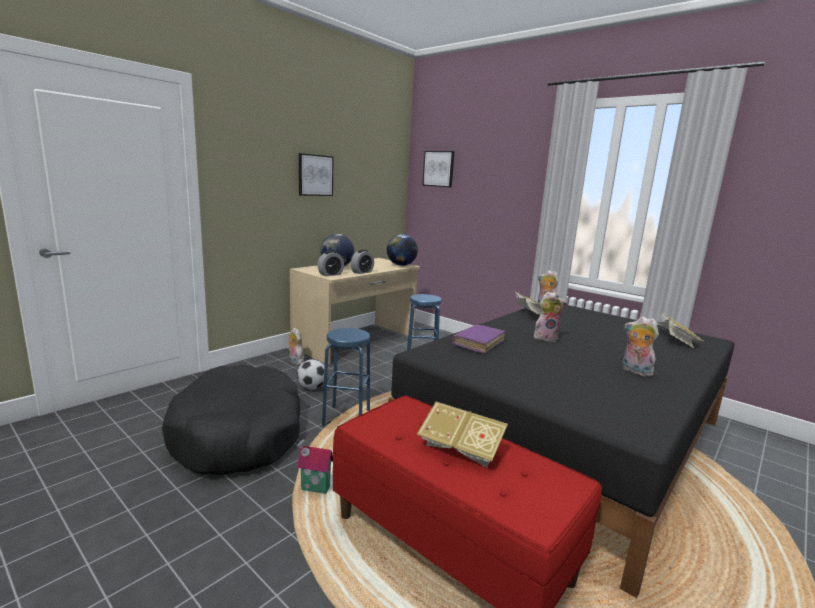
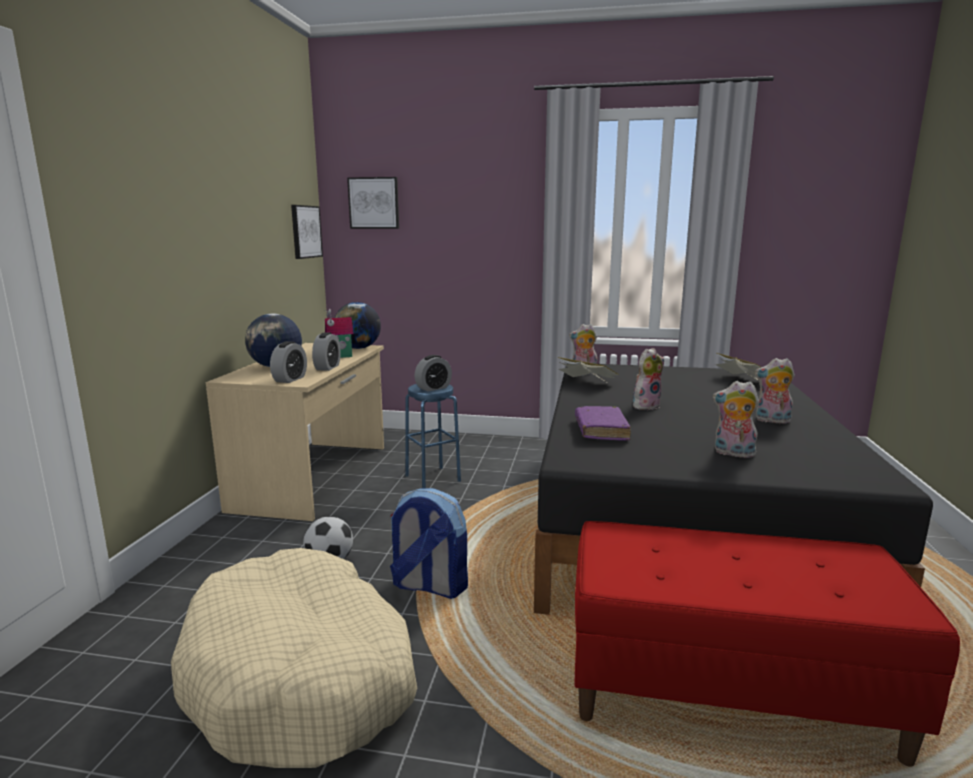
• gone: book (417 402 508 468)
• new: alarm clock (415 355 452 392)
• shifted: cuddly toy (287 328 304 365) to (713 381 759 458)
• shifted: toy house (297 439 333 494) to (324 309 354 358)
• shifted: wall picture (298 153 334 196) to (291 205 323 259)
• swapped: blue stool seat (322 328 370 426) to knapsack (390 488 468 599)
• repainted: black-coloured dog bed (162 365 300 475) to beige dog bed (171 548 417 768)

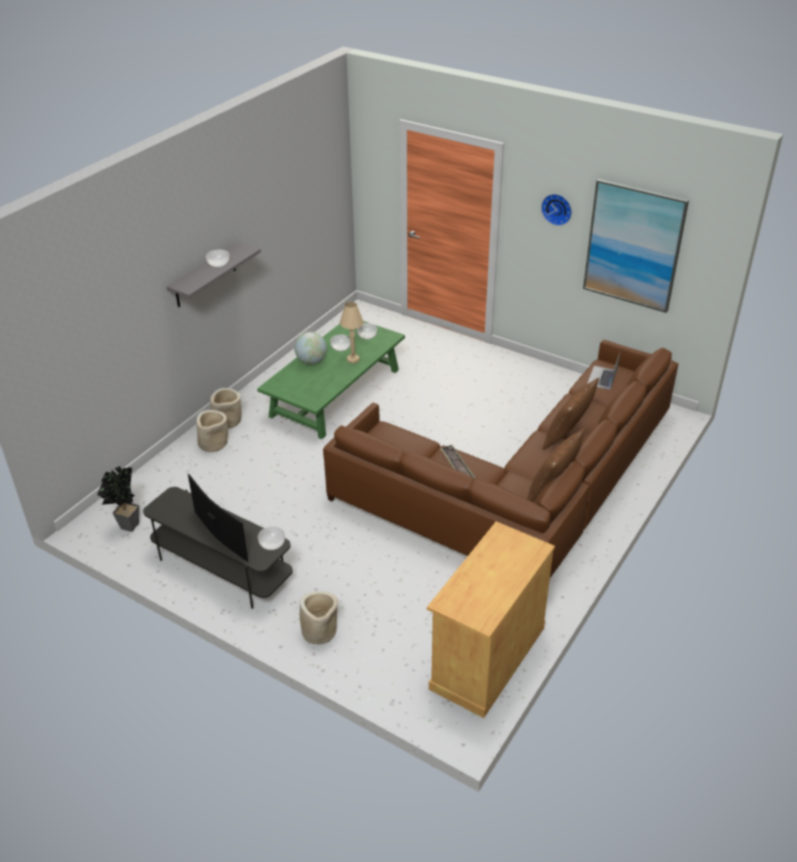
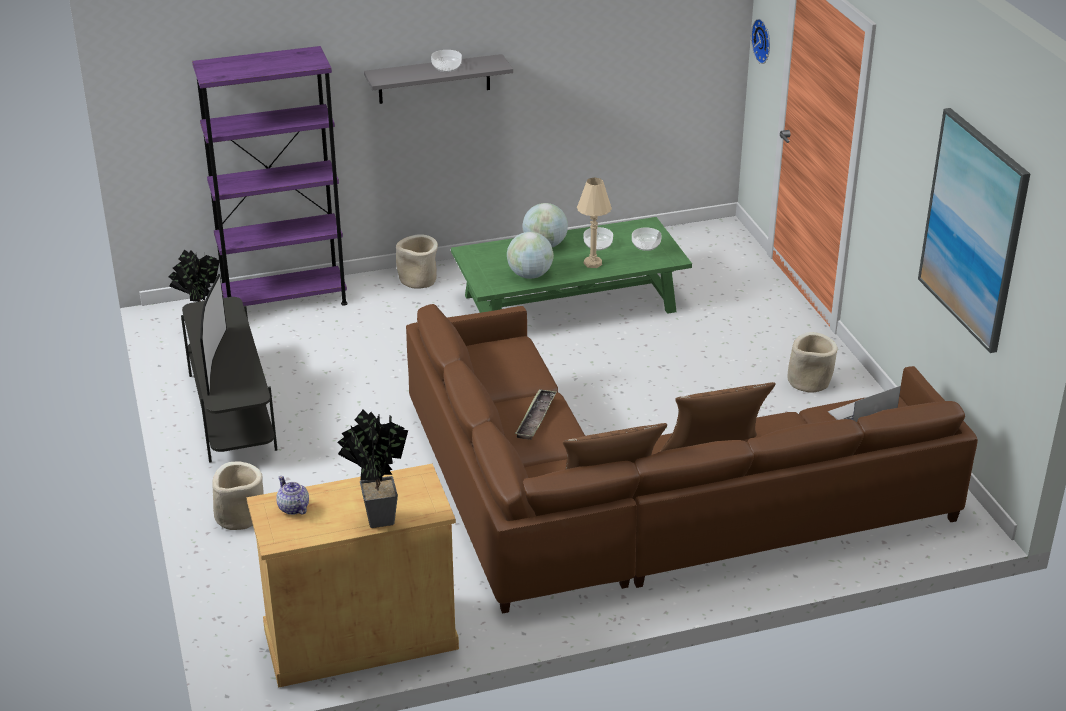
• gone: serving bowl (258 526 285 550)
• new: purple bookshelf (192 46 348 306)
• new: tea pot (276 476 309 515)
• new: plant in a pot (337 410 408 528)
• new: world globe (507 232 554 279)
• shifted: beige planter (196 410 228 452) to (787 332 838 393)
• shifted: hanging clock (541 194 572 226) to (751 19 770 64)

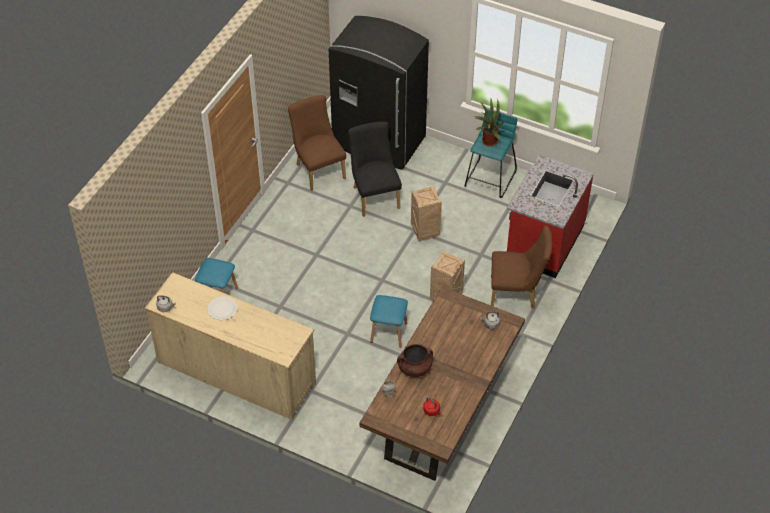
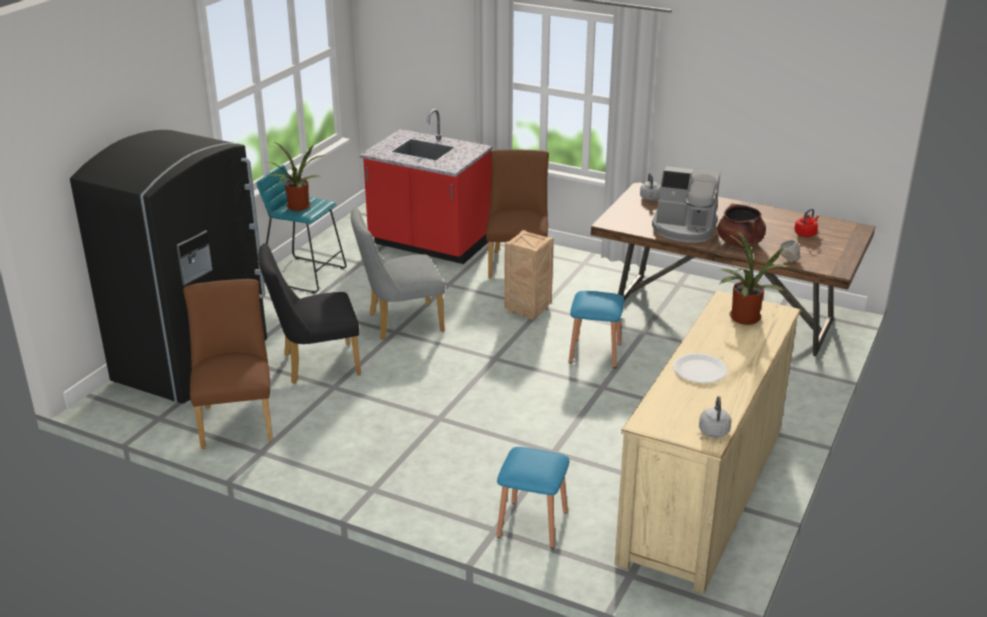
• new: coffee brewer (652 166 720 243)
• new: plant in a pot (716 229 789 325)
• swapped: crate (411 186 442 241) to greyish chair (351 208 445 340)
• rotated: brown-coloured chair (288 95 346 191) = (183 279 273 449) 105 degrees clockwise

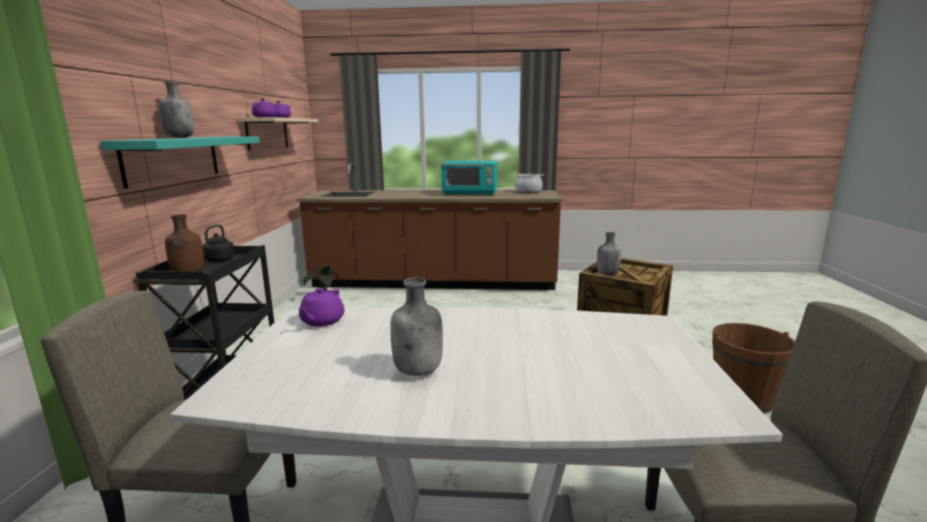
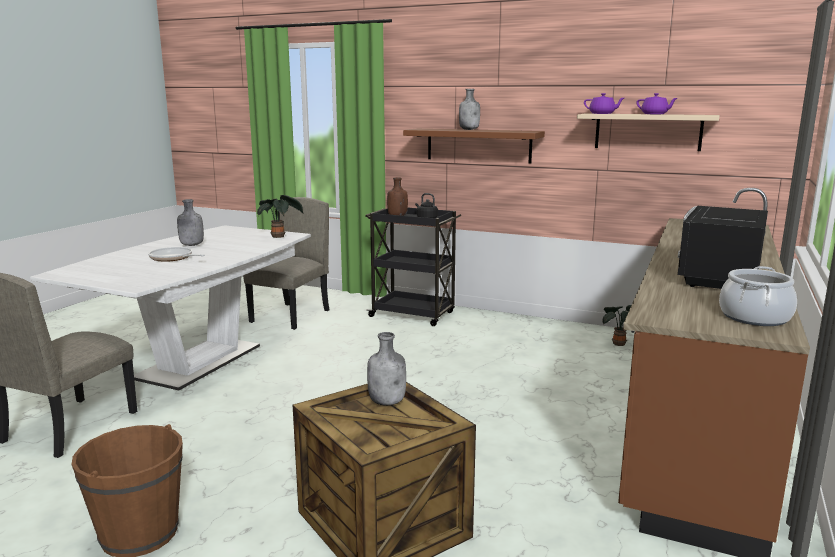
• new: skillet (148 247 205 262)
• swapped: purple tea pot (298 288 345 327) to plant in a pot (257 195 304 238)
• repainted: turquoise-coloured shelf (100 136 260 189) to brown-coloured shelf (403 128 545 164)
• repainted: turquoise-coloured kitchen microwave (441 161 497 196) to black-coloured kitchen microwave (678 206 768 289)

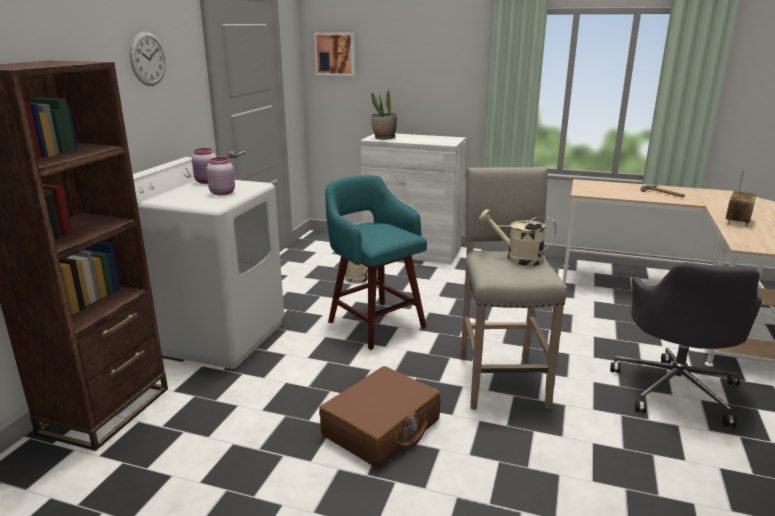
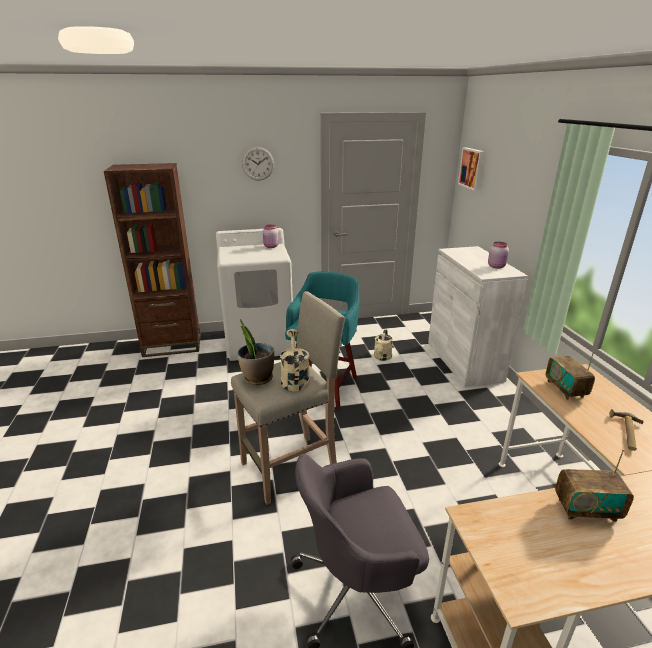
• gone: brown-coloured piece of luggage (319 366 440 468)
• new: radio (546 352 595 400)
• shifted: pink storage jar (206 157 235 196) to (488 241 509 269)
• shifted: plant in a pot (371 90 397 139) to (237 319 274 385)

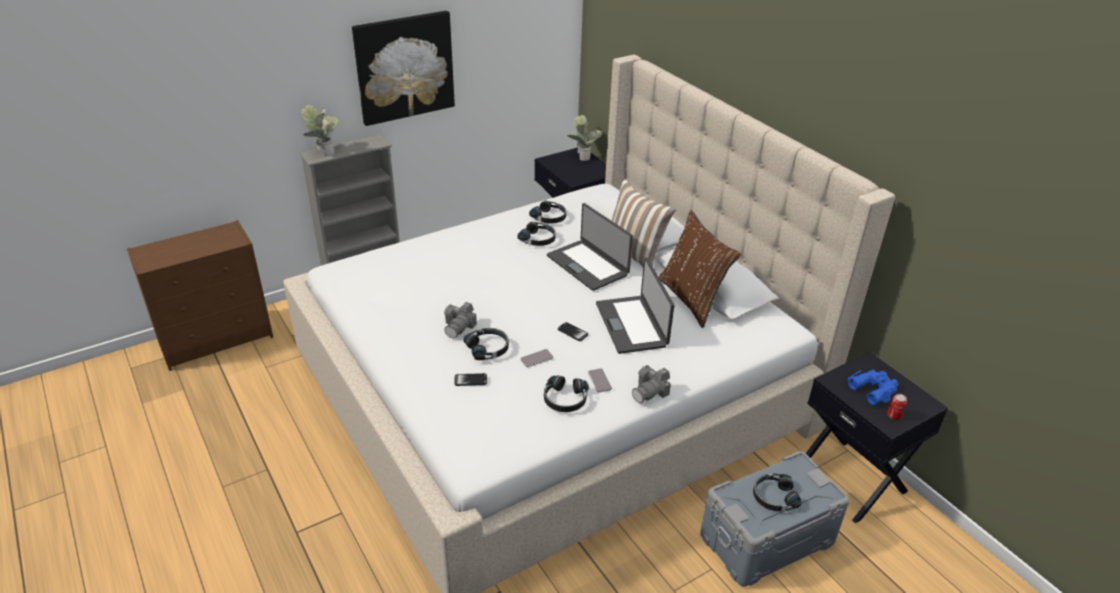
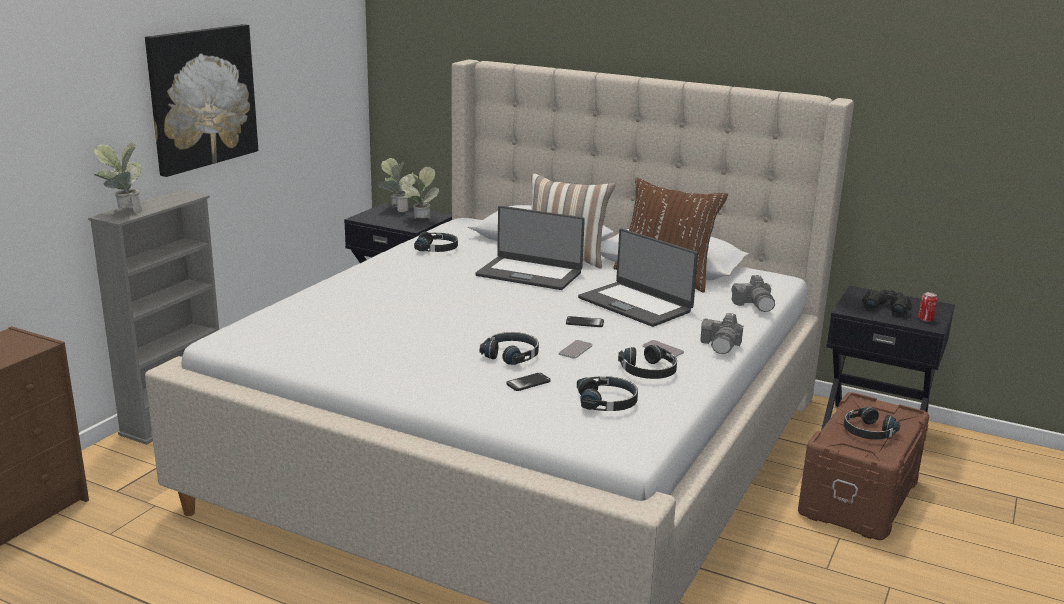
• new: plant in a pot (401 167 439 219)
• shifted: photo camera (444 302 477 338) to (732 275 775 312)
• shifted: black-coloured headphones (517 222 556 246) to (577 376 638 411)
• repainted: greyish storage container (700 451 850 587) to brown-coloured storage container (798 392 929 540)
• repainted: blue binoculars (848 370 898 405) to black-coloured binoculars (862 290 912 317)

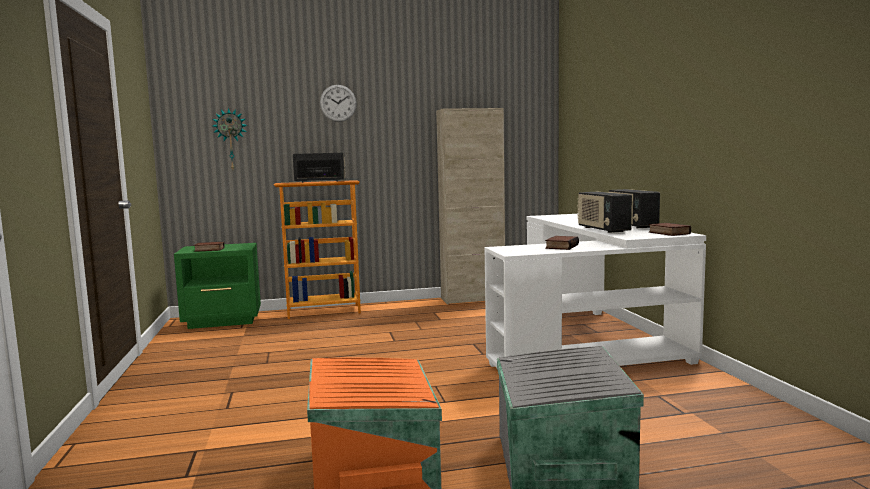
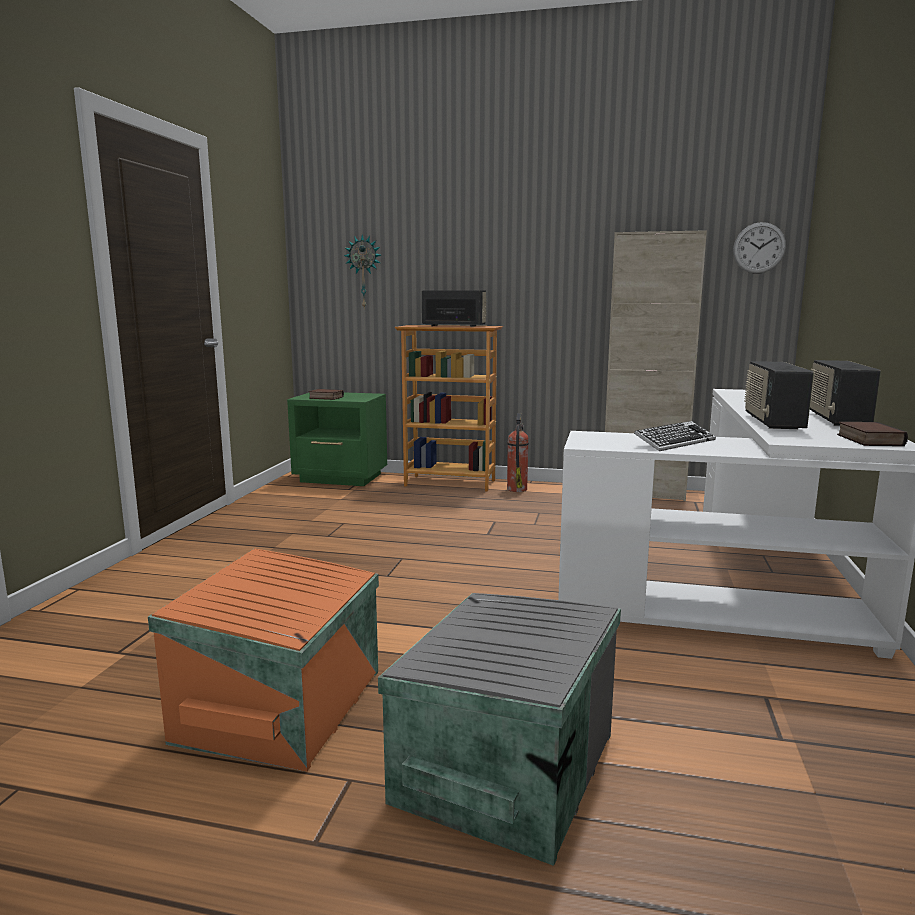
• new: fire-fighting cylinder (507 413 529 492)
• shifted: hanging clock (320 85 357 122) to (733 222 786 274)
• swapped: book (545 236 579 250) to PC keyboard (634 421 716 451)

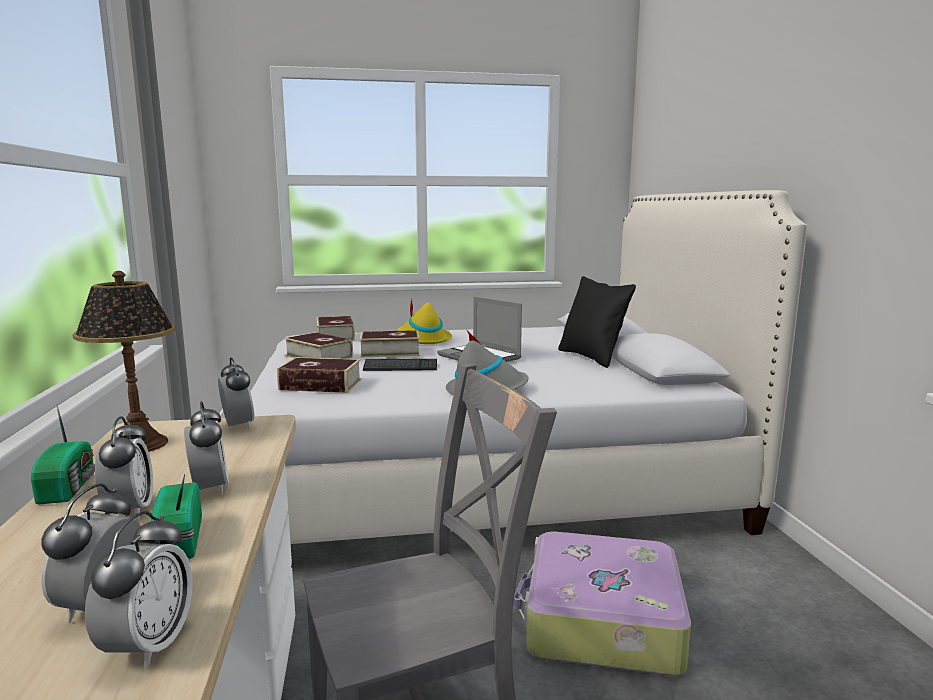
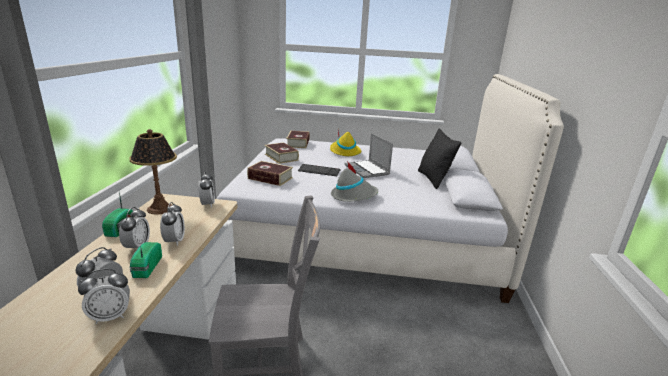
• gone: book (360 330 420 358)
• gone: piece of luggage (514 531 691 675)
• rotated: alarm clock (85 511 193 669) = (78 269 130 324) 45 degrees clockwise

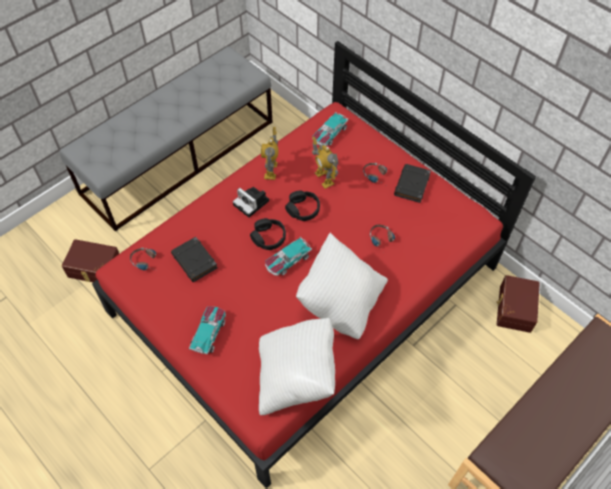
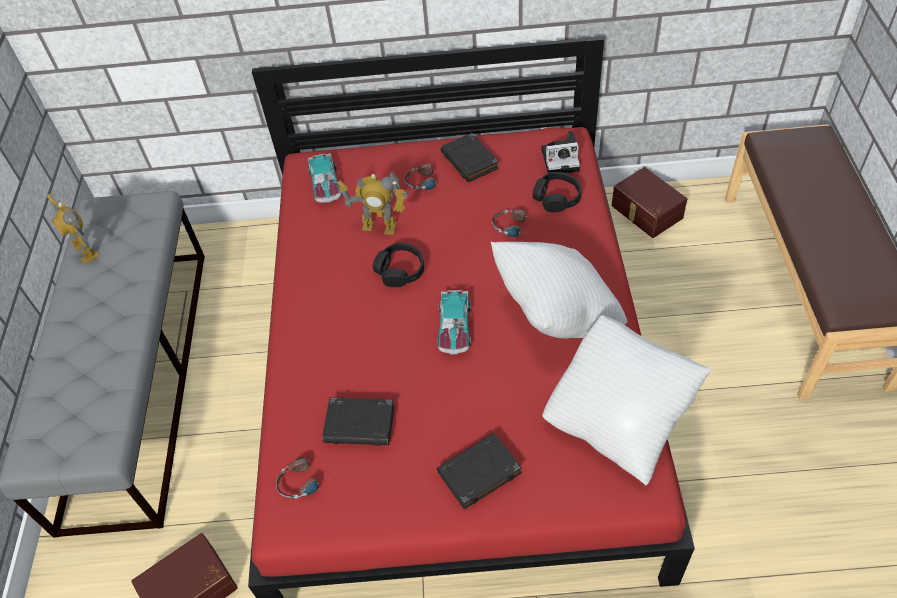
• shifted: photo camera (233 187 269 218) to (541 131 580 173)
• shifted: black-coloured headphones (250 218 286 250) to (533 172 581 212)
• shifted: model robot (261 127 279 180) to (46 194 100 264)
• swapped: model car (189 306 226 355) to black-coloured book (437 433 522 509)

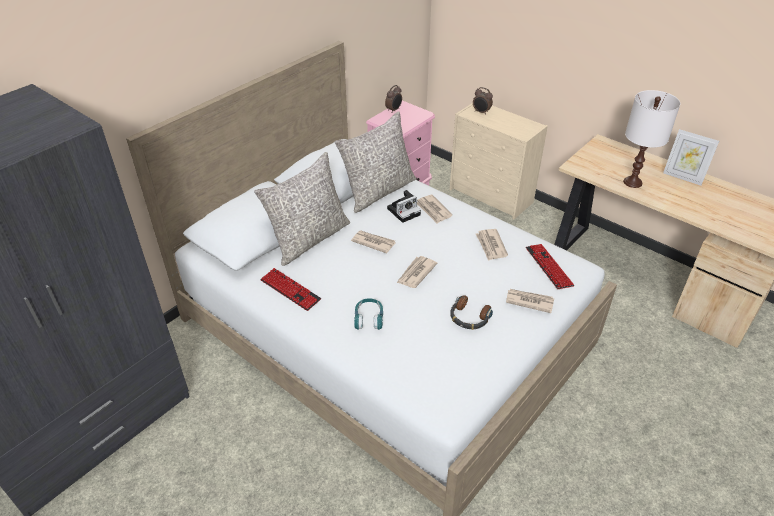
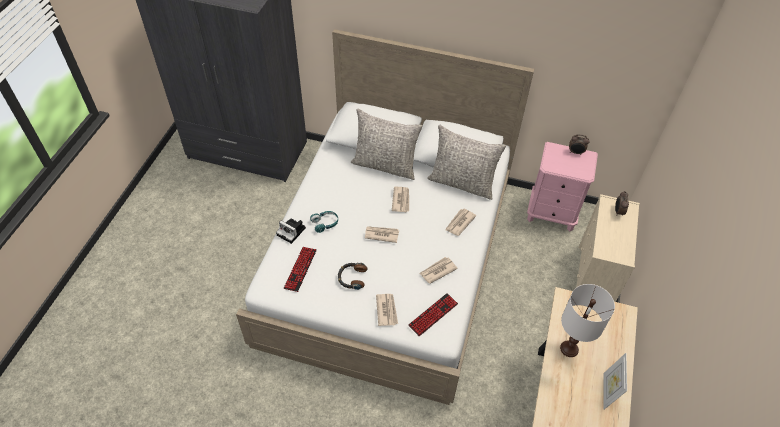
• shifted: PC keyboard (260 268 321 311) to (284 247 317 292)
• shifted: photo camera (387 190 421 223) to (276 219 306 244)

